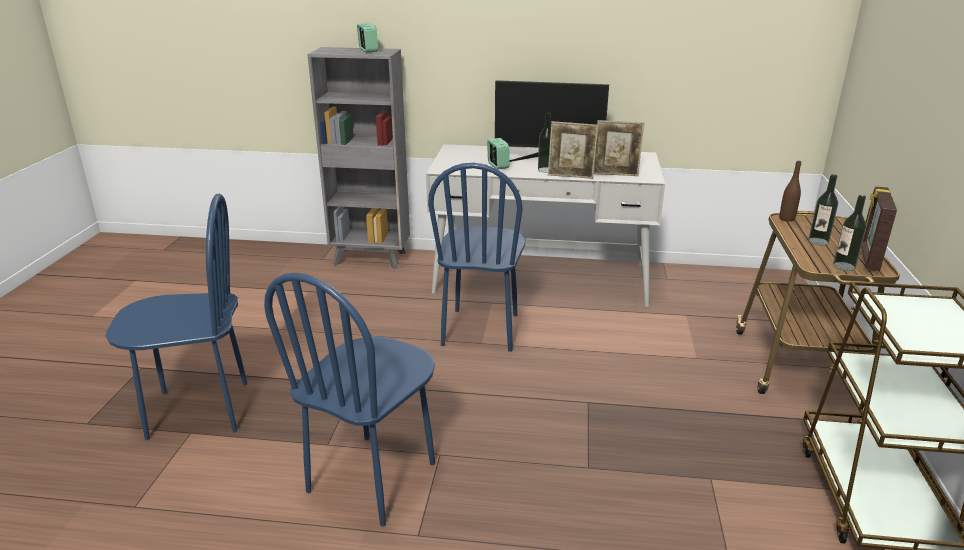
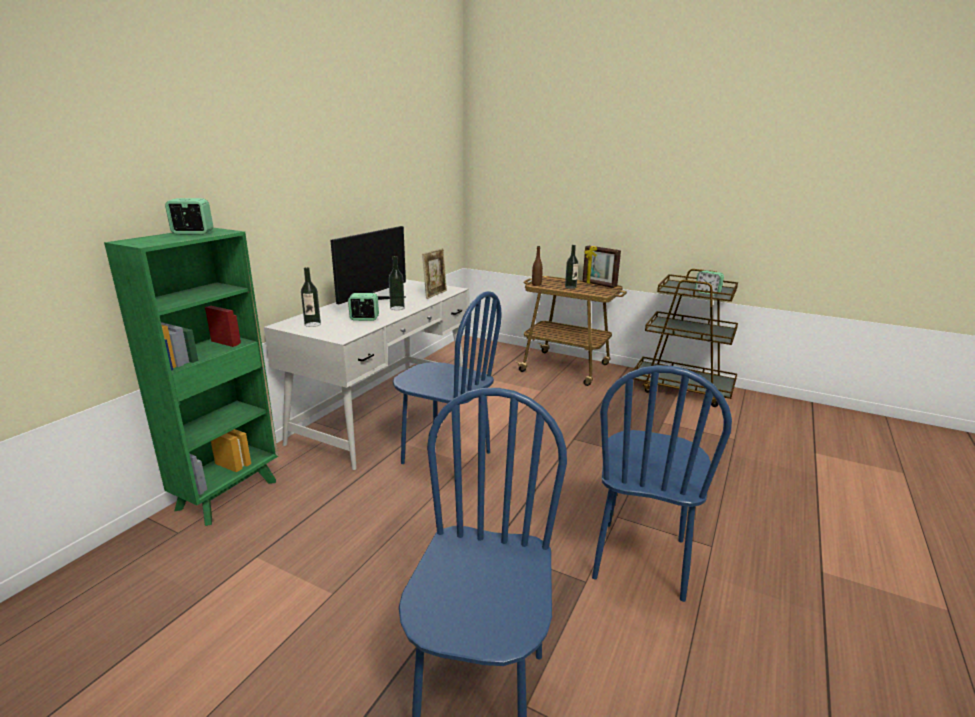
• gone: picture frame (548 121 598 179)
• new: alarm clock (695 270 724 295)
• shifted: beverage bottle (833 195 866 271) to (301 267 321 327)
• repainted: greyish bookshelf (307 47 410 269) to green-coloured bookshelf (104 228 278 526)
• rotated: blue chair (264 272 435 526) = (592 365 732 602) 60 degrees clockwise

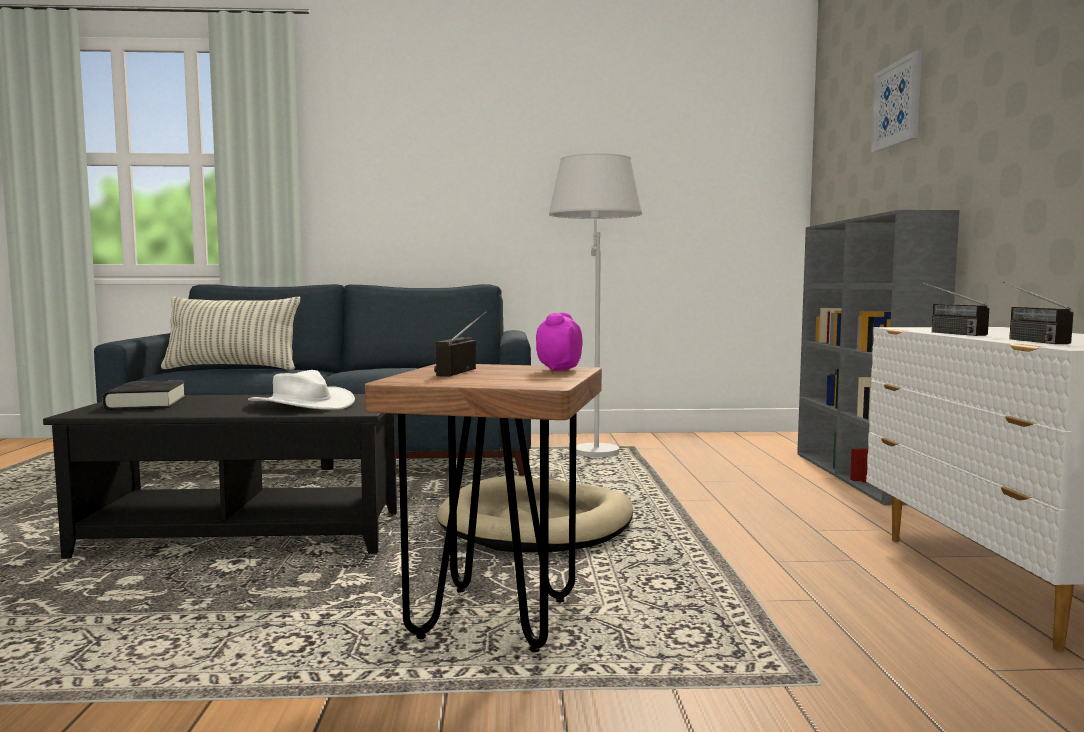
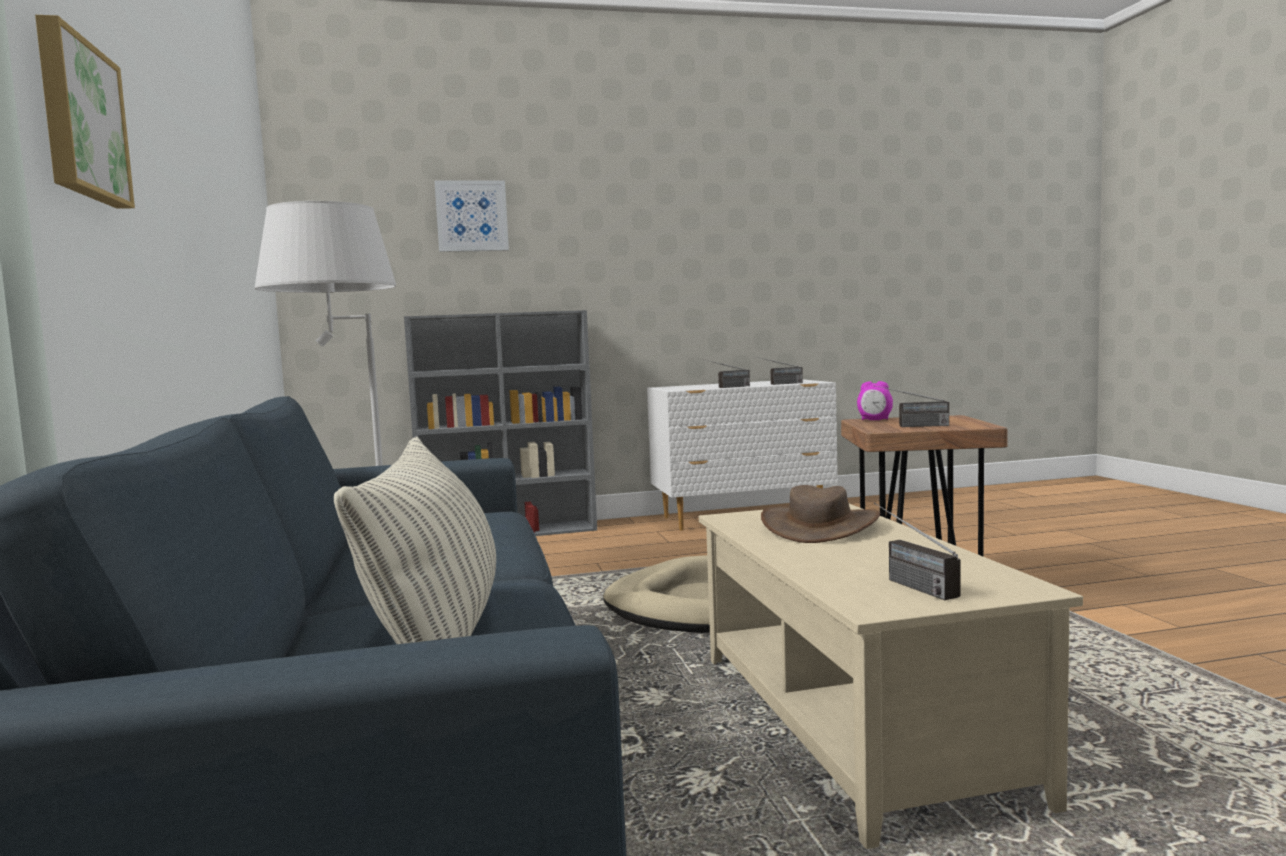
• new: wall picture (35 15 135 208)
• swapped: black-coloured book (103 380 186 410) to radio (874 502 961 600)
• repainted: black-coloured low table (43 394 397 559) to beige low table (699 504 1083 849)
• repainted: white wearable hat (248 370 355 410) to brown-coloured wearable hat (761 485 880 543)

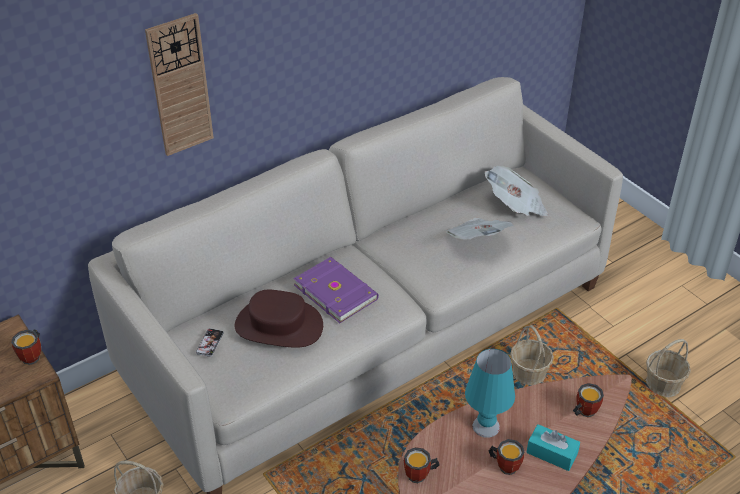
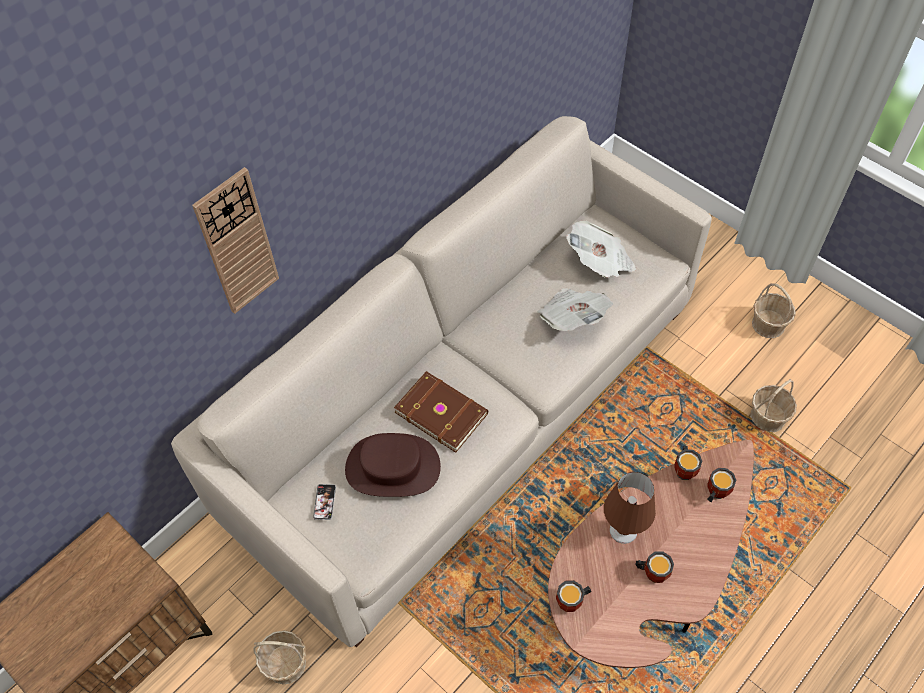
• gone: turquoise-coloured tissue holder (526 424 580 471)
• shifted: mug (11 329 41 365) to (674 446 702 480)
• shifted: storage basket (510 325 554 385) to (752 283 796 338)
• repainted: purple book (293 257 379 323) to brown-coloured book (394 371 488 453)
• repainted: turquoise-coloured tabletop lamp (465 349 515 438) to brown-coloured tabletop lamp (604 472 656 544)

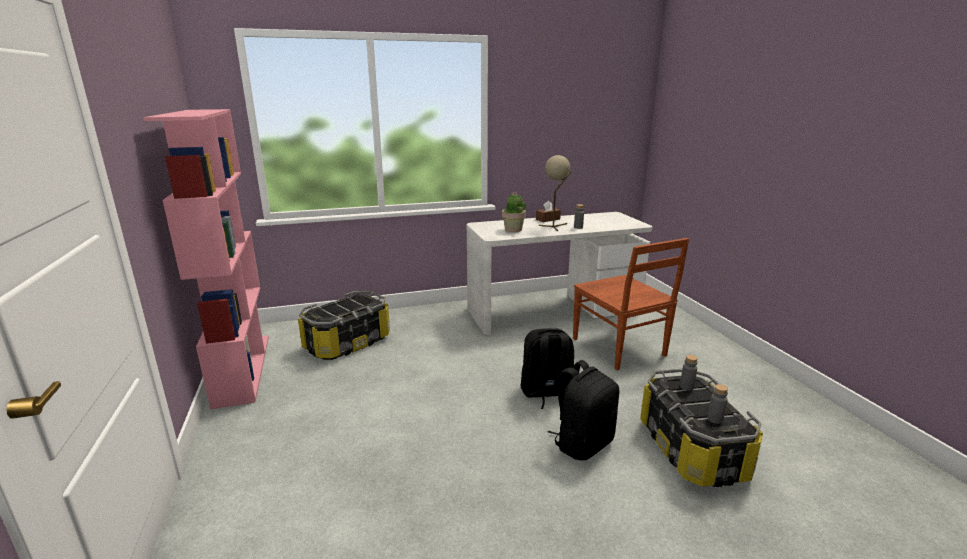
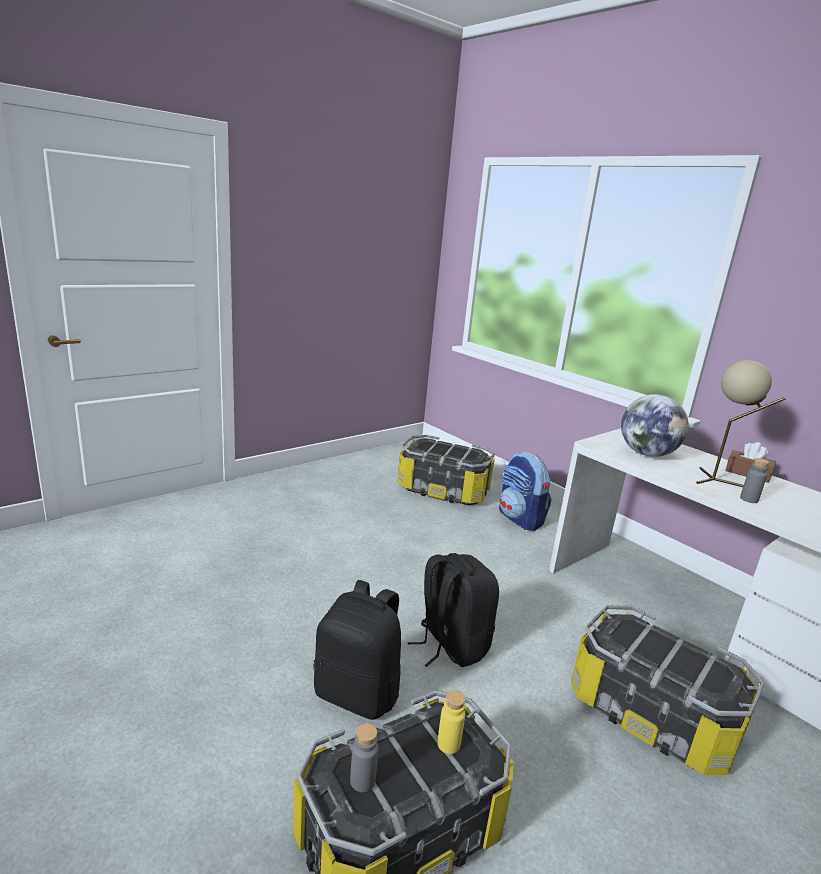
• gone: pink bookshelf (144 109 269 409)
• new: knapsack (499 452 551 531)
• swapped: plant in a pot (502 192 526 232) to world globe (621 394 689 457)
• swapped: brown-coloured chair (573 238 689 370) to storage container (571 605 764 775)
• repainted: greyish beverage bottle (680 355 698 391) to yellow beverage bottle (437 690 465 754)

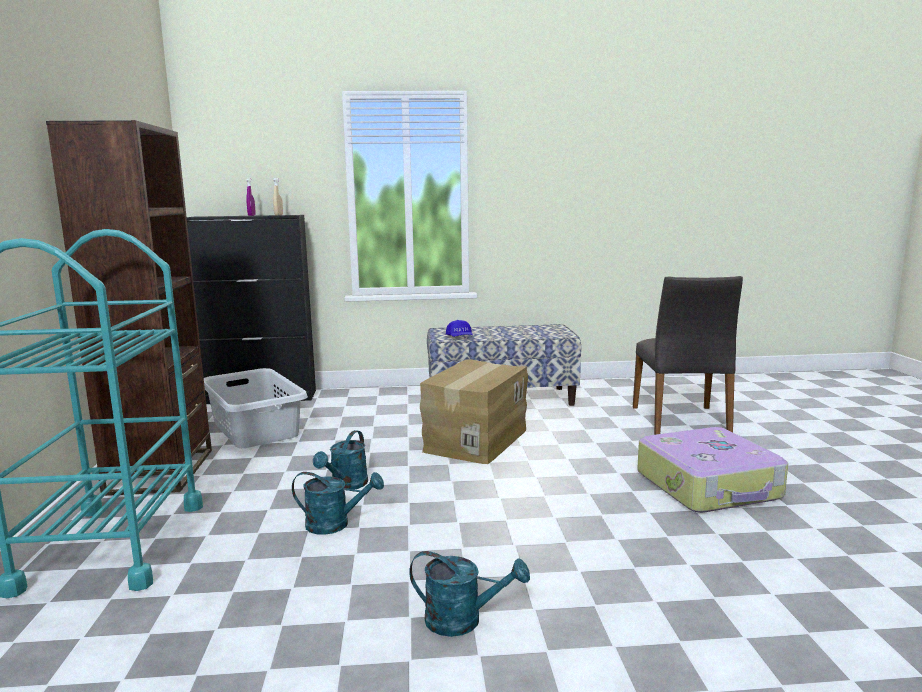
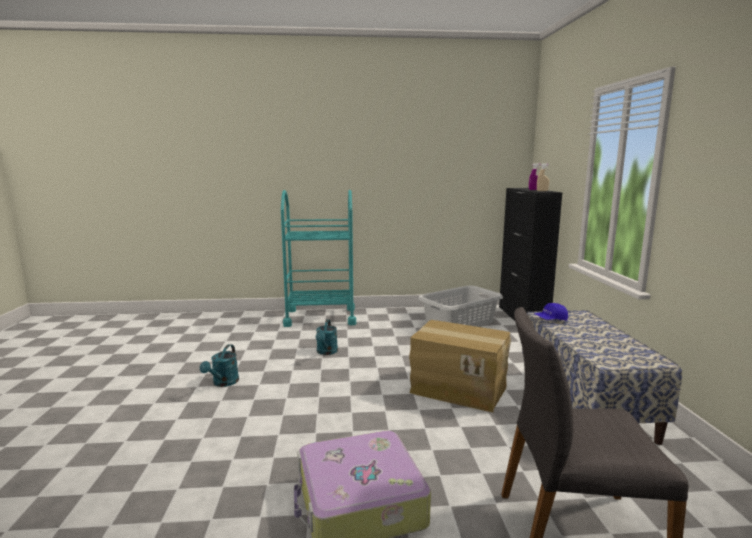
• gone: brown-coloured bookshelf (46 120 212 496)
• gone: turquoise-coloured sprinkling can (313 430 368 489)

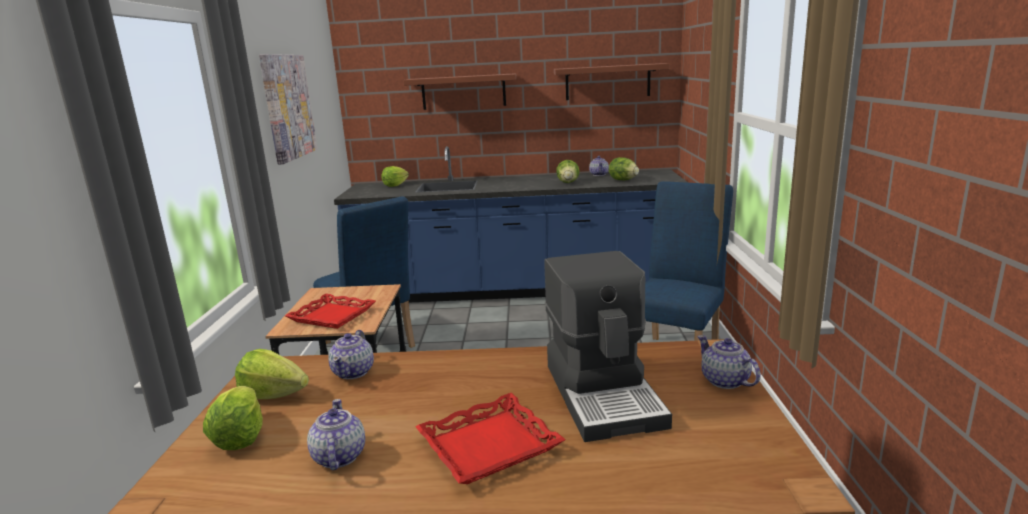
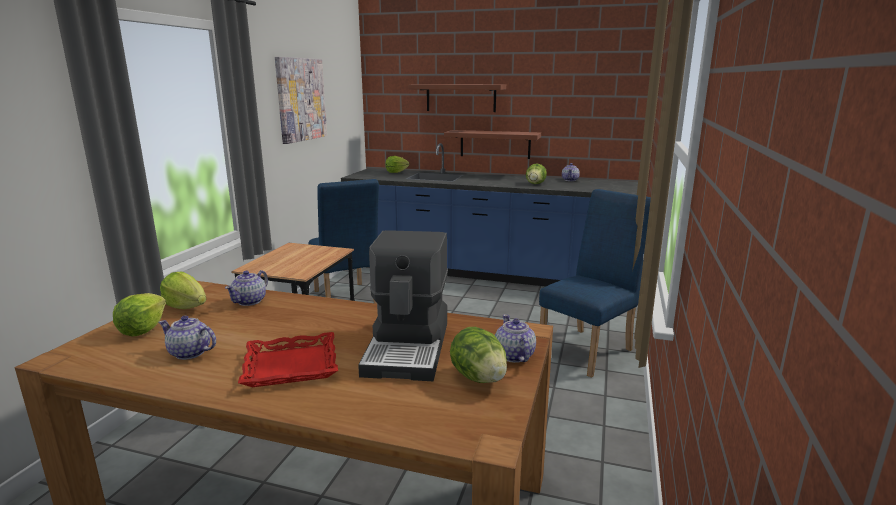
• gone: red-coloured tray (285 294 376 329)
• shifted: shelf (554 63 669 100) to (444 130 541 159)
• shifted: lettuce (609 157 639 180) to (450 327 507 383)
• rotated: tea pot (307 399 365 470) = (158 316 216 360) 75 degrees counterclockwise

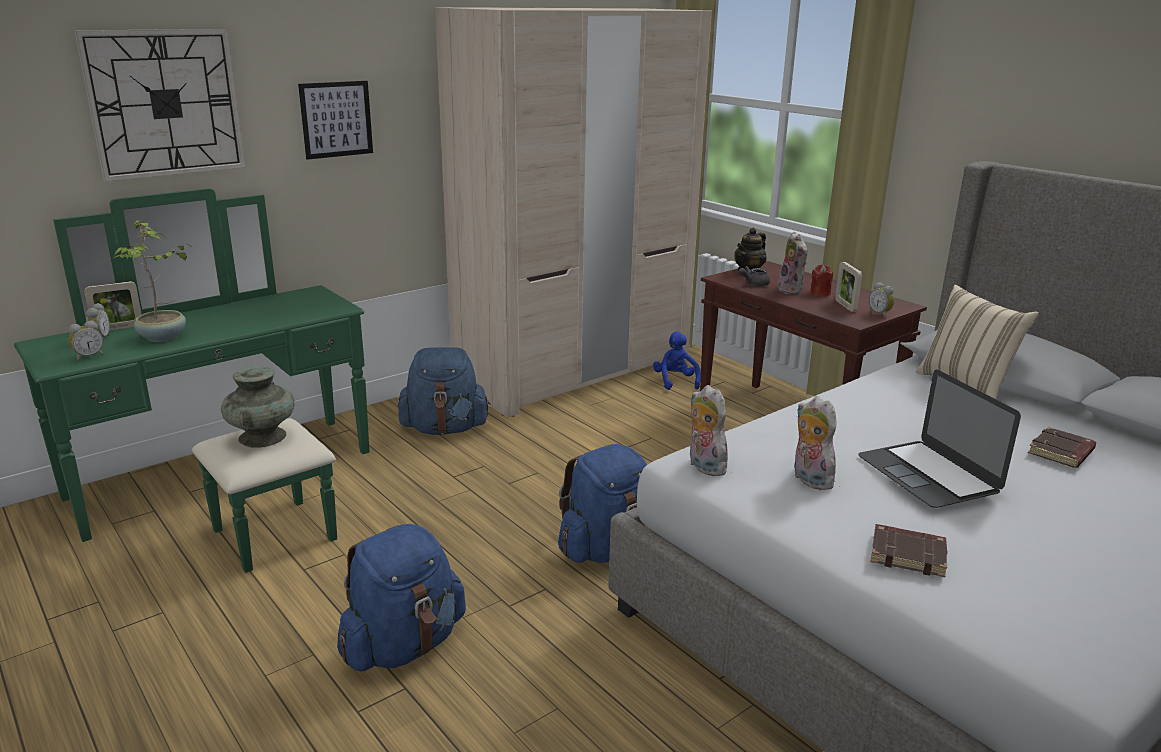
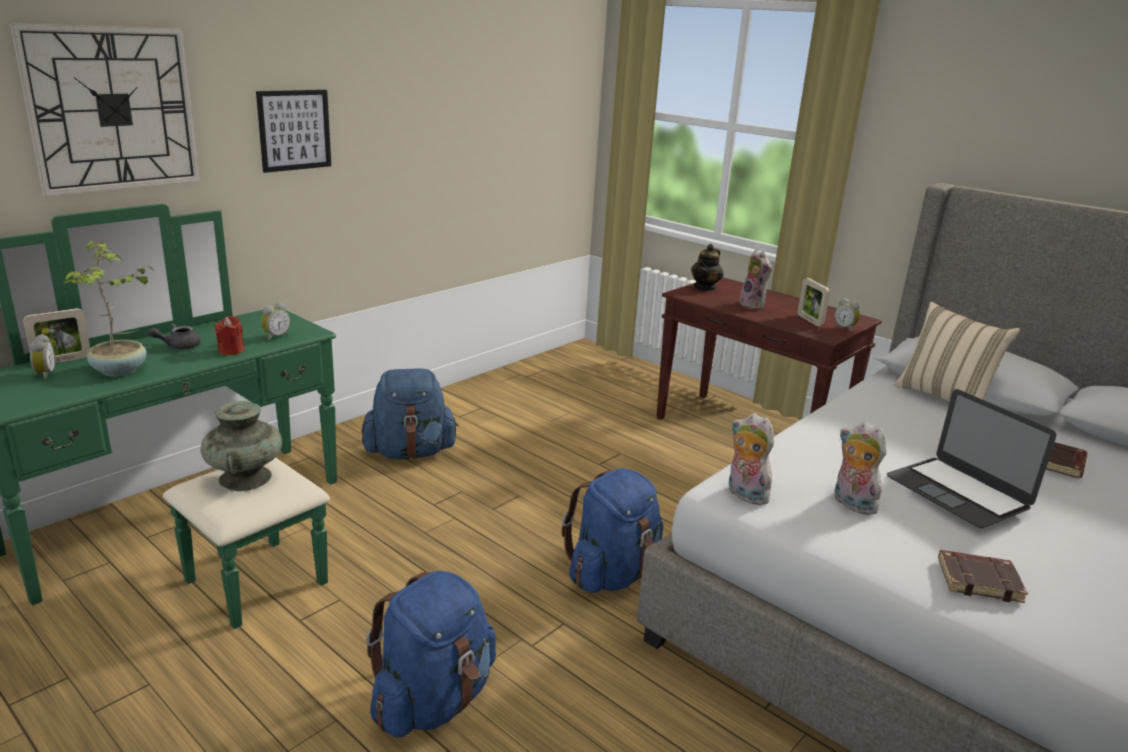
• gone: beige wardrobe (435 7 712 417)
• gone: blue cuddly toy (653 332 701 390)
• shifted: alarm clock (68 320 104 361) to (261 302 290 341)
• shifted: greyish tea pot (738 266 770 286) to (148 323 200 350)
• shifted: red-coloured candle (810 265 833 296) to (214 316 244 356)

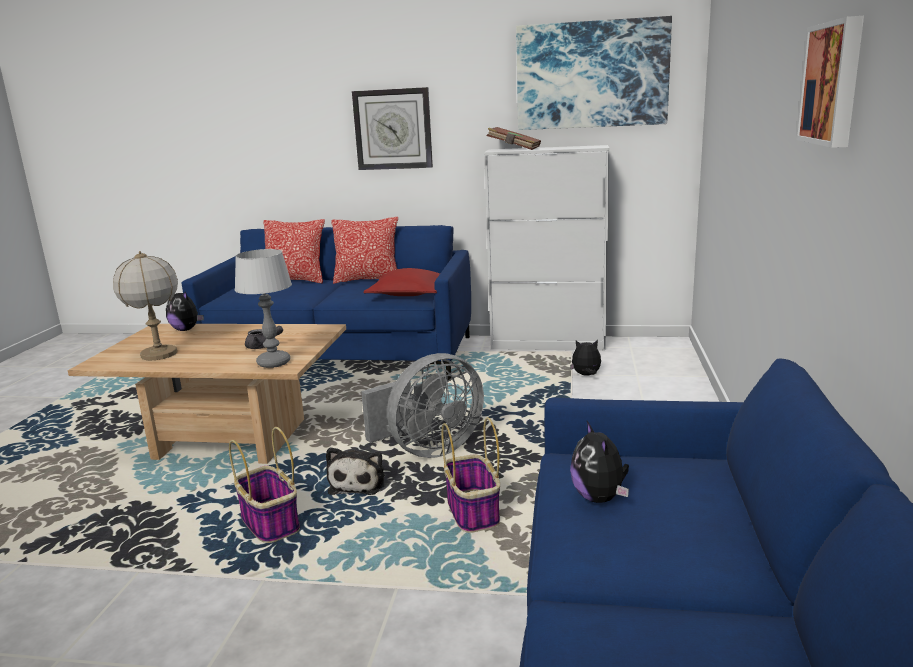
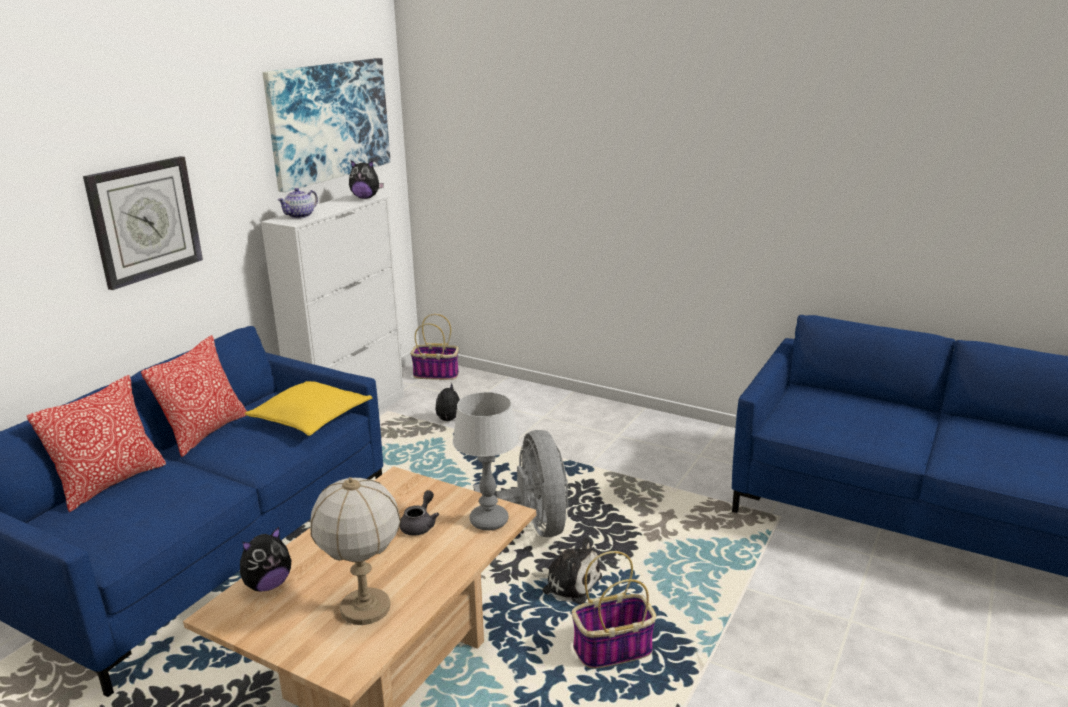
• gone: wall picture (796 16 864 148)
• shifted: storage basket (441 417 500 533) to (411 314 459 380)
• shifted: cuddly toy (570 421 629 503) to (349 160 384 199)
• swapped: brown-coloured book (487 127 541 150) to tea pot (277 188 318 219)
• repainted: red-coloured cushion (364 268 440 296) to yellow cushion (245 381 372 436)

